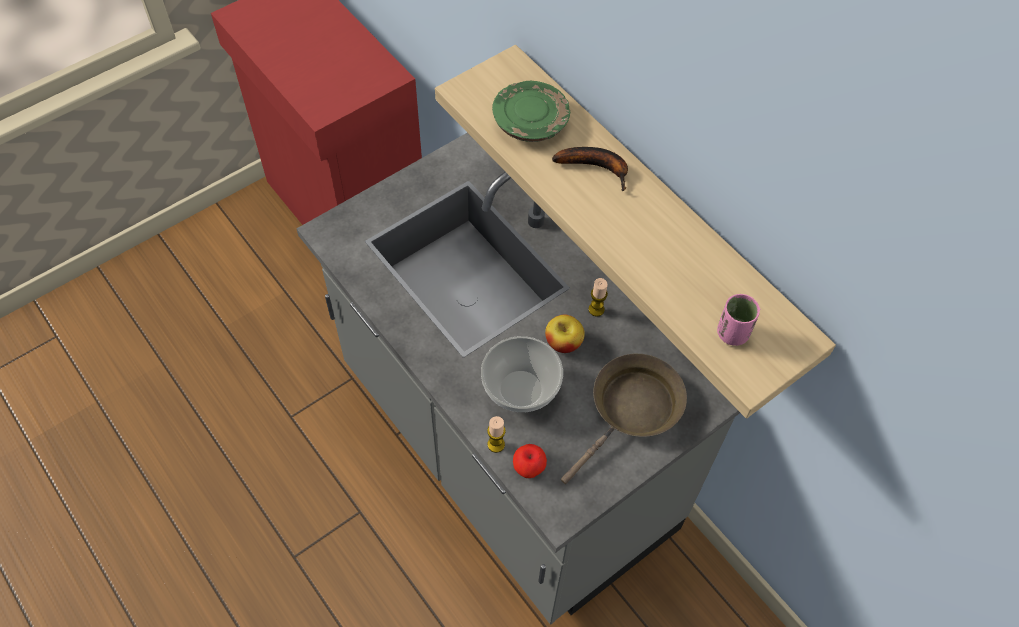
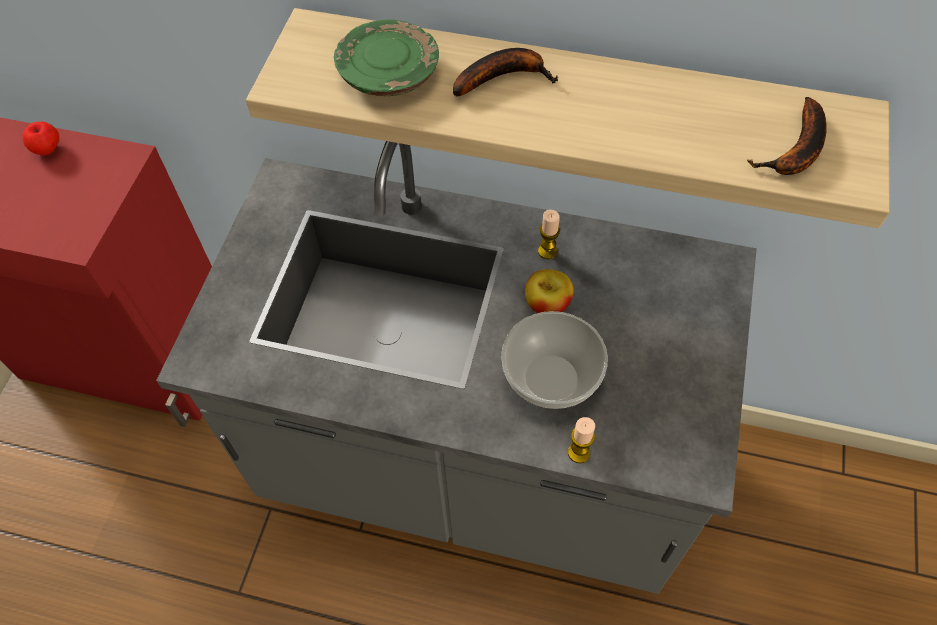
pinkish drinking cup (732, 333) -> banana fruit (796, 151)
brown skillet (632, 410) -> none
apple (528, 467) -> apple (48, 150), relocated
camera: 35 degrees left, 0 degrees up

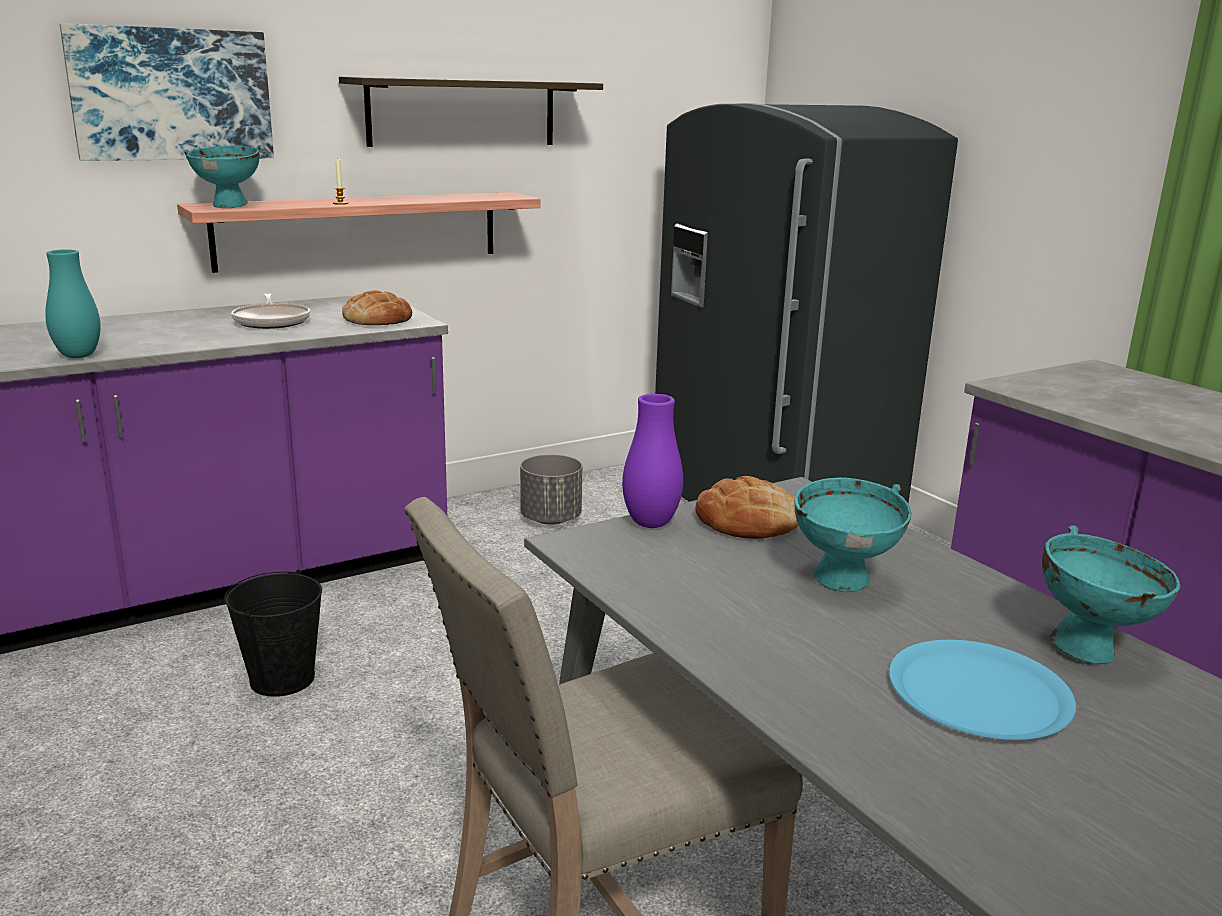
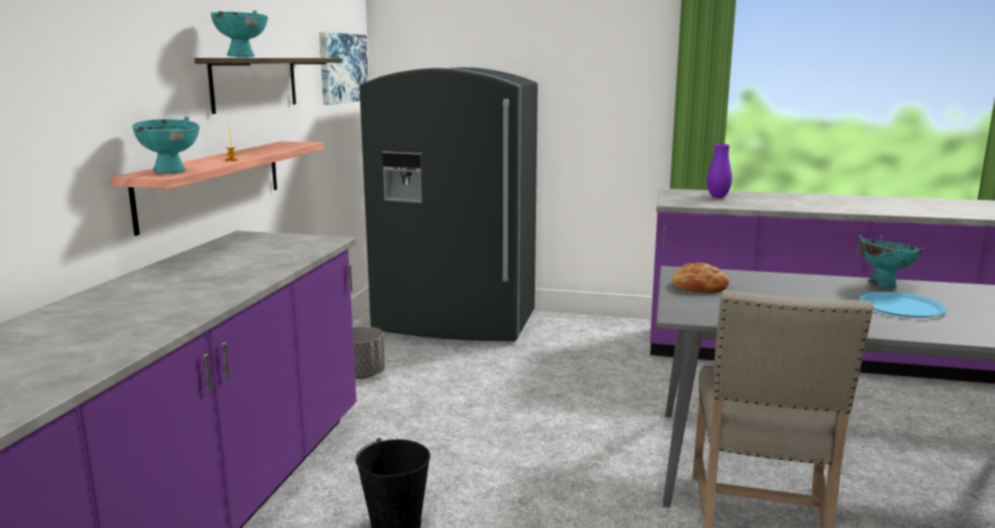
wall art (171, 94) -> wall art (342, 68), relocated
blue-green decorative vase (78, 356) -> none
bakery bread (377, 319) -> none
skillet (272, 321) -> none
purple decorative vase (650, 523) -> purple decorative vase (718, 197), relocated
blue-green deep dish (844, 583) -> blue-green deep dish (243, 57), relocated
camera: 45 degrees left, 5 degrees down

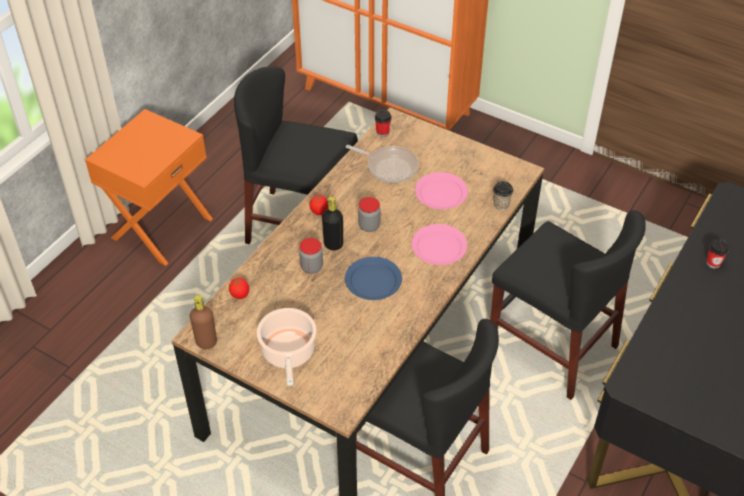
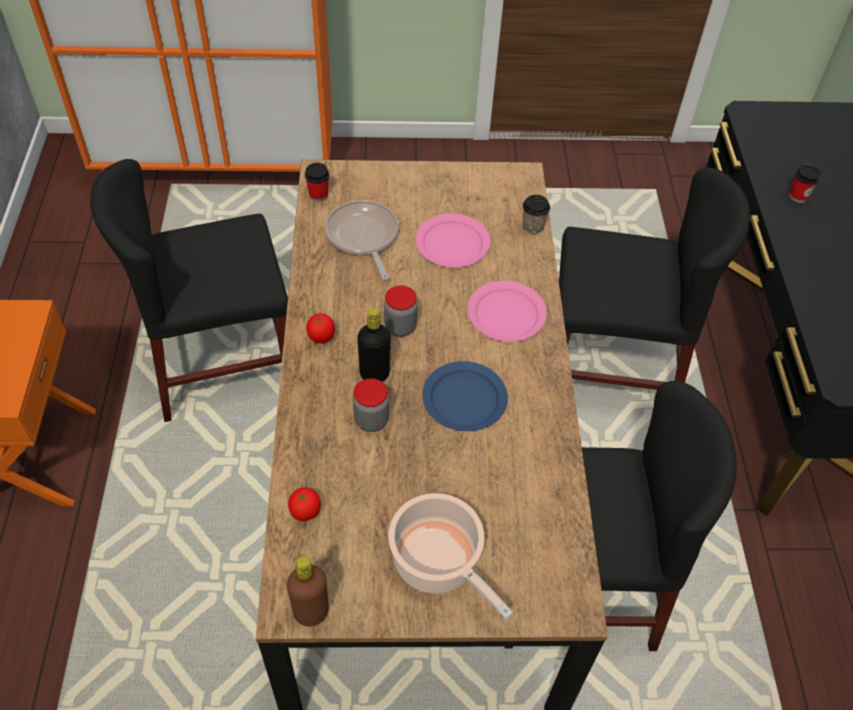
skillet (389, 167) -> skillet (363, 237), 105 degrees counterclockwise
camera: 35 degrees left, 5 degrees up

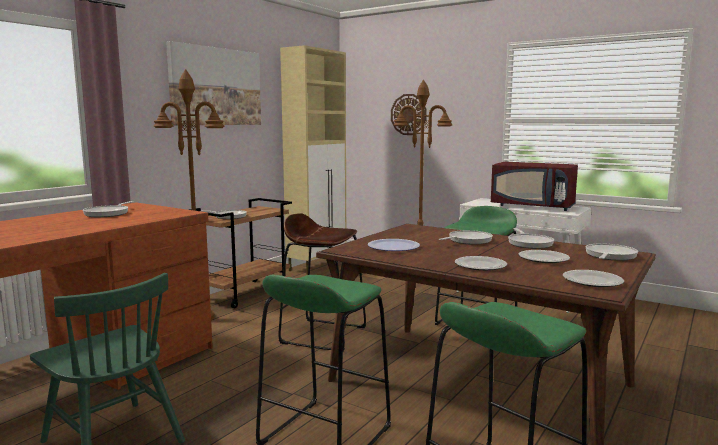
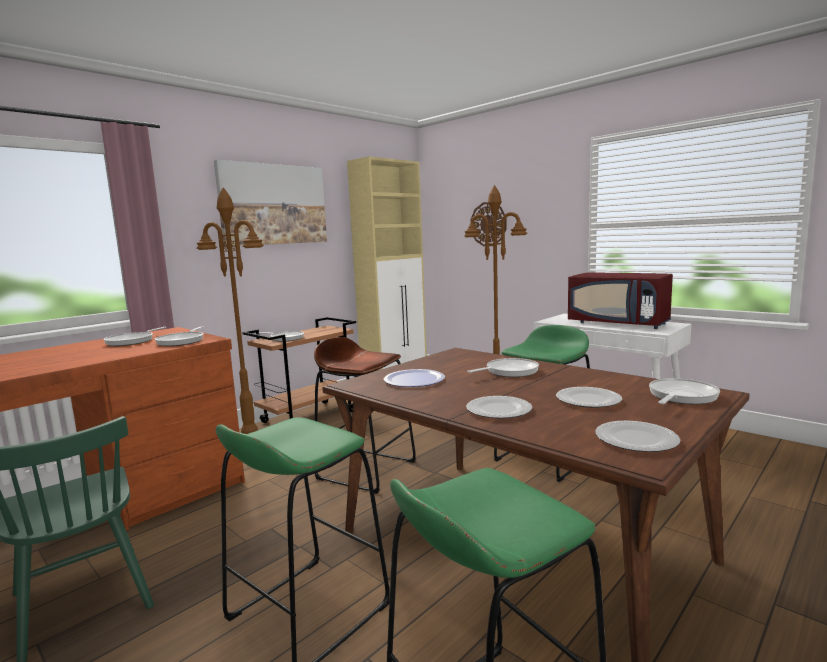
skillet (529, 243) -> skillet (182, 341), relocated
camera: 10 degrees right, 0 degrees up

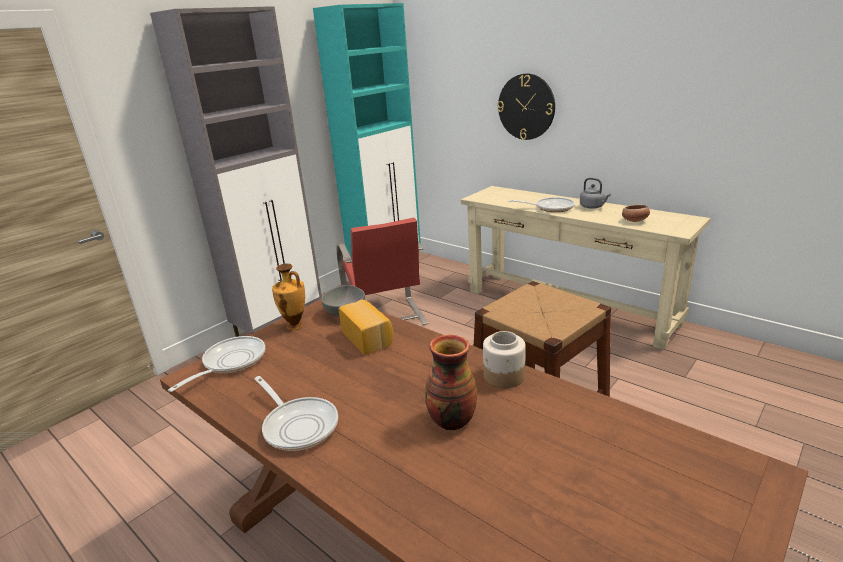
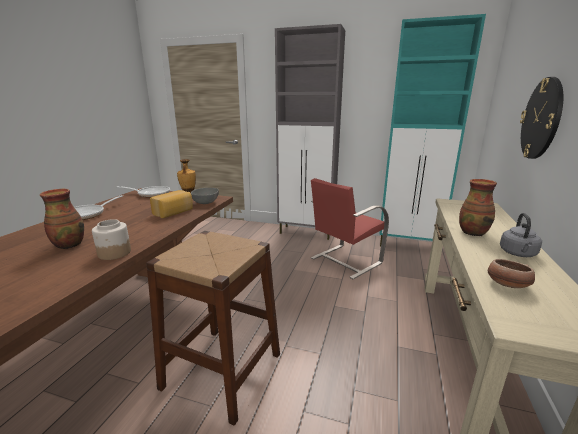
skillet (551, 208) -> decorative vase (473, 232)
camera: 65 degrees right, 5 degrees down

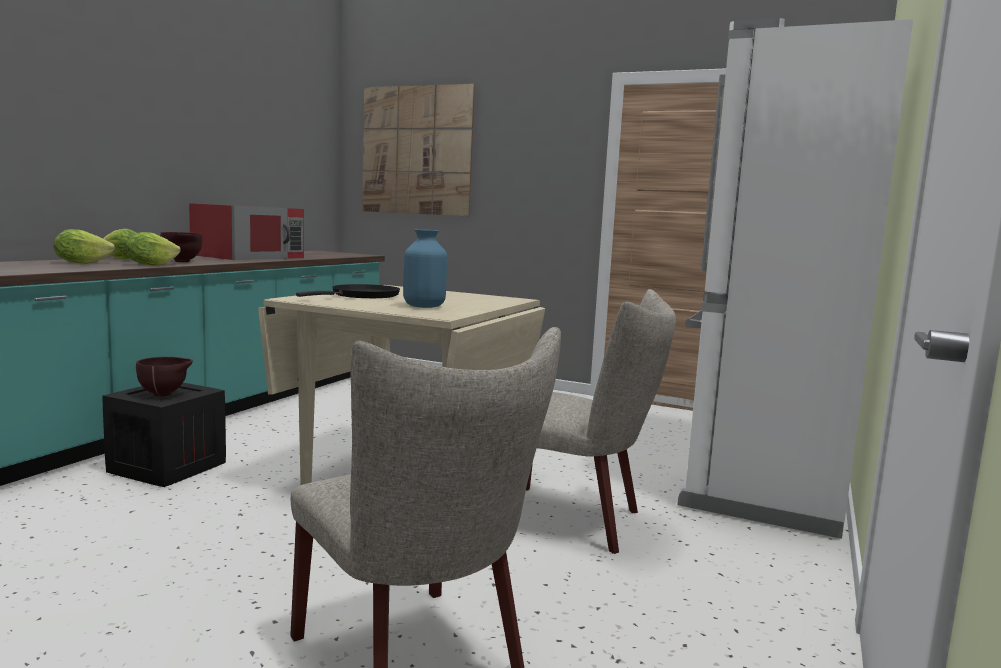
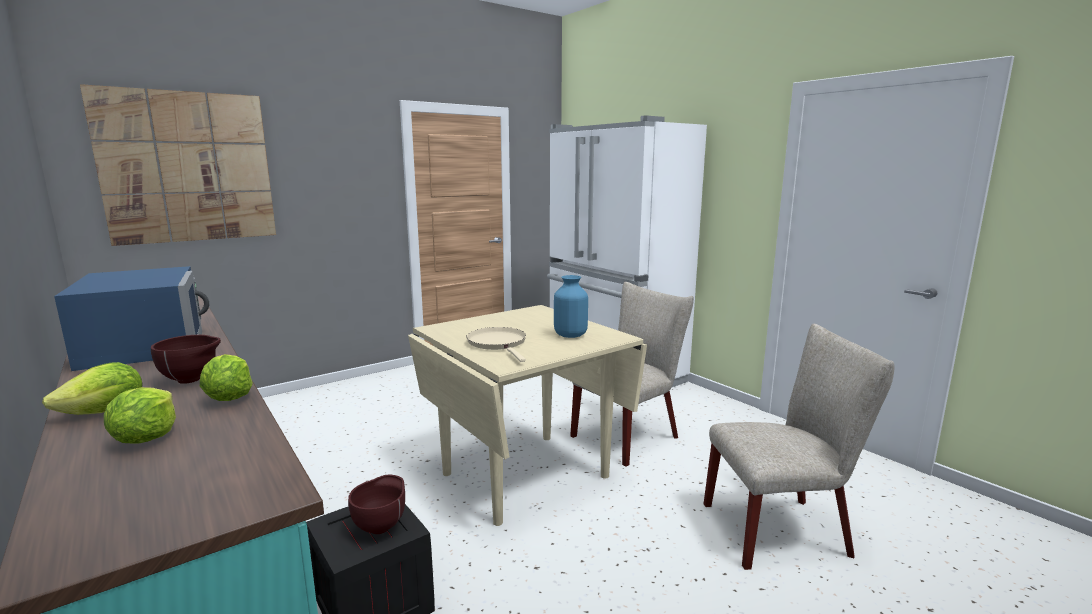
red-coloured microwave (250, 256) -> blue-coloured microwave (145, 345)
black-coloured skillet (362, 296) -> beige skillet (498, 343)
camera: 60 degrees left, 5 degrees up

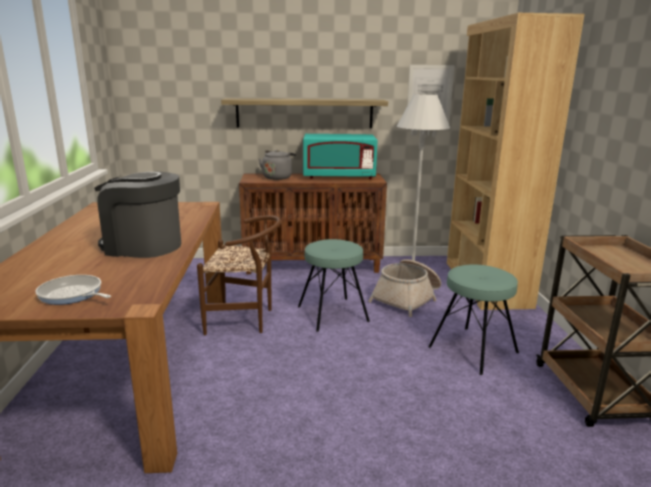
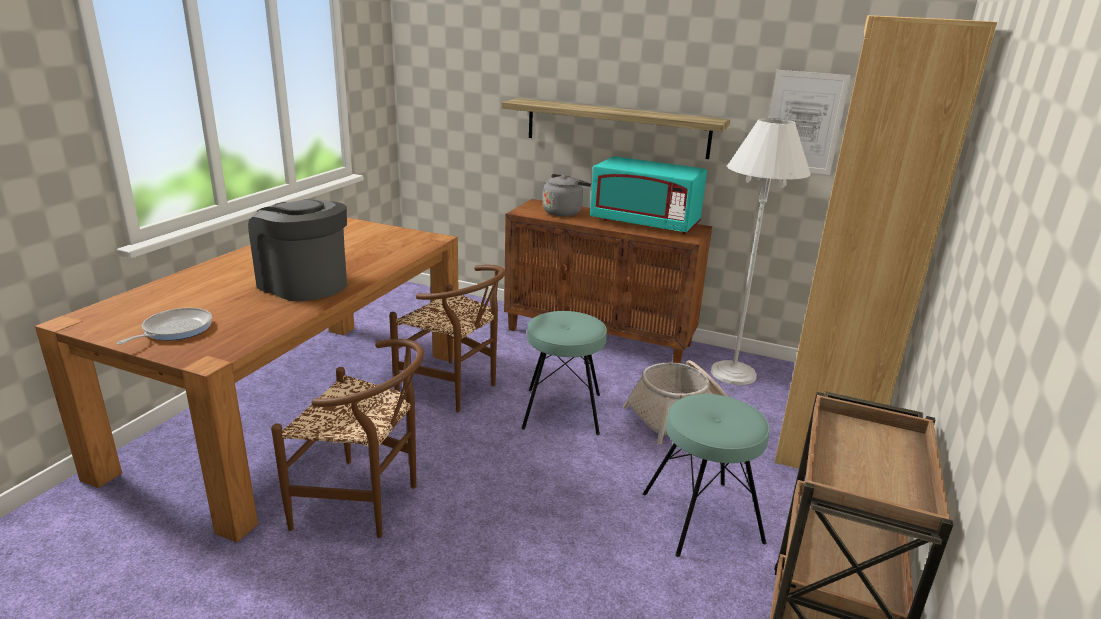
skillet (72, 294) -> skillet (174, 330), 60 degrees clockwise
none -> brown plain chair (367, 503)
camera: 25 degrees right, 5 degrees up

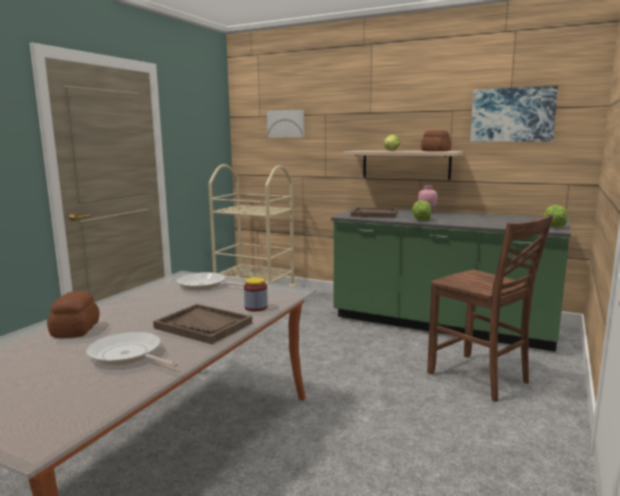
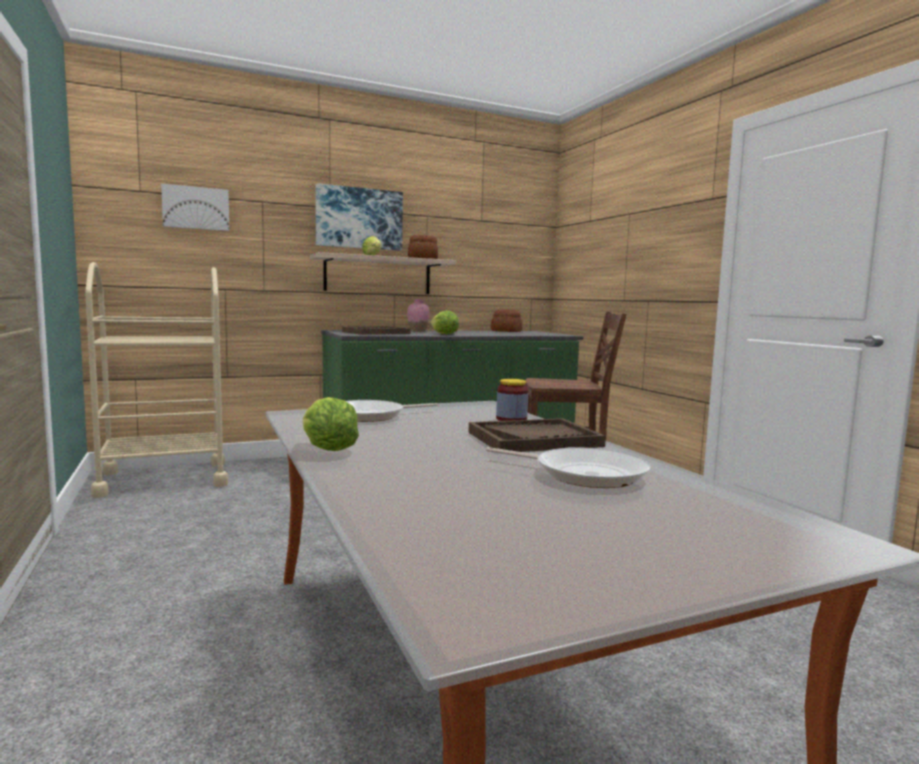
wall art (512, 115) -> wall art (359, 218), relocated
lettuce head (553, 226) -> lettuce head (328, 450), relocated
bakery bread (76, 329) -> bakery bread (506, 331), relocated
skillet (128, 355) -> skillet (583, 474), 135 degrees counterclockwise
camera: 50 degrees left, 5 degrees down

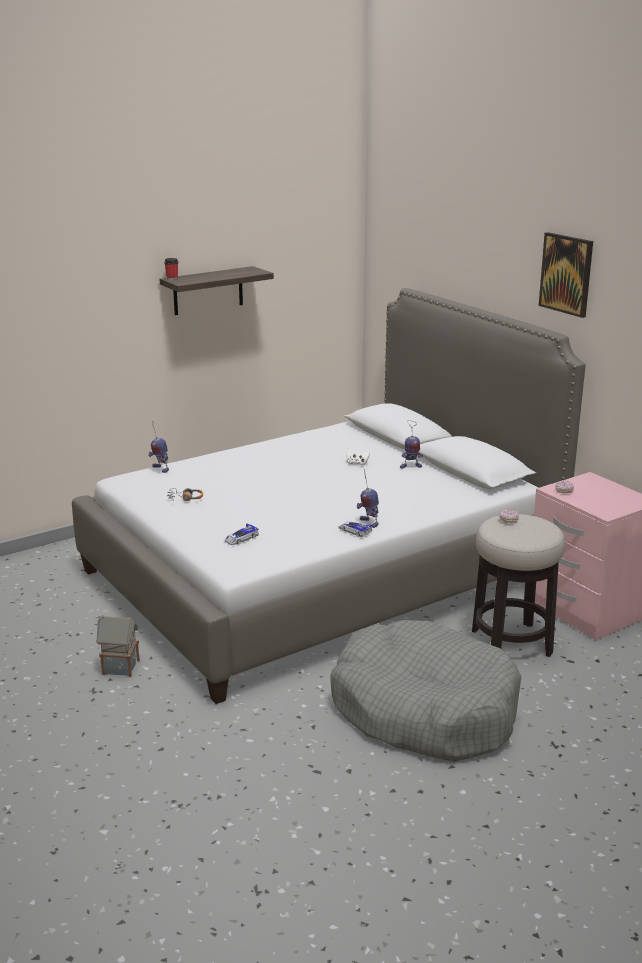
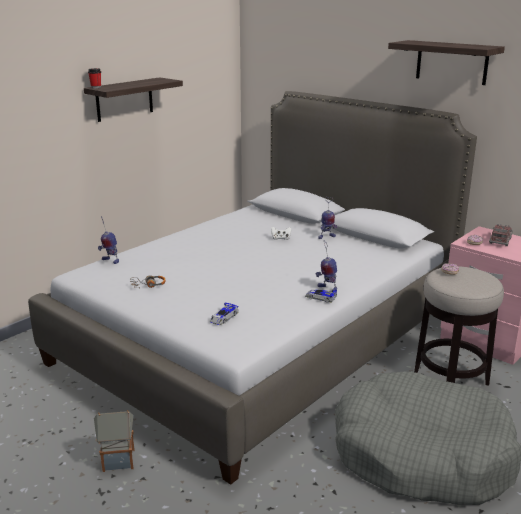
wall art (566, 274) -> bracket shelf (451, 62)
none -> toy lorry (500, 241)
camera: 15 degrees left, 0 degrees up

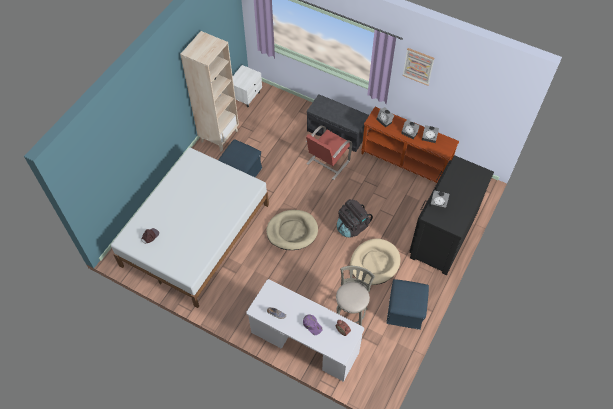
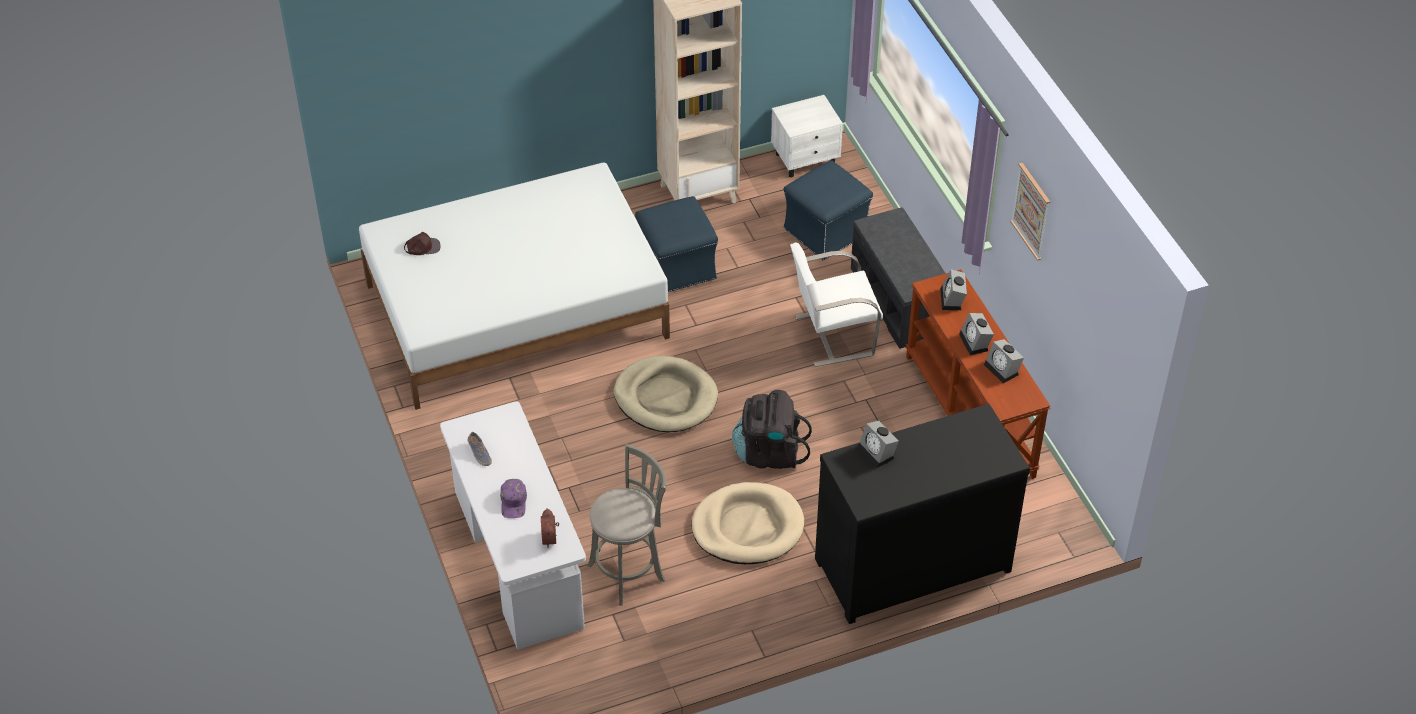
red-coloured plain chair (327, 163) -> whitish plain chair (832, 335)
blue-coloured pouffe (405, 311) -> blue-coloured pouffe (825, 231), relocated
camera: 40 degrees right, 10 degrees down

